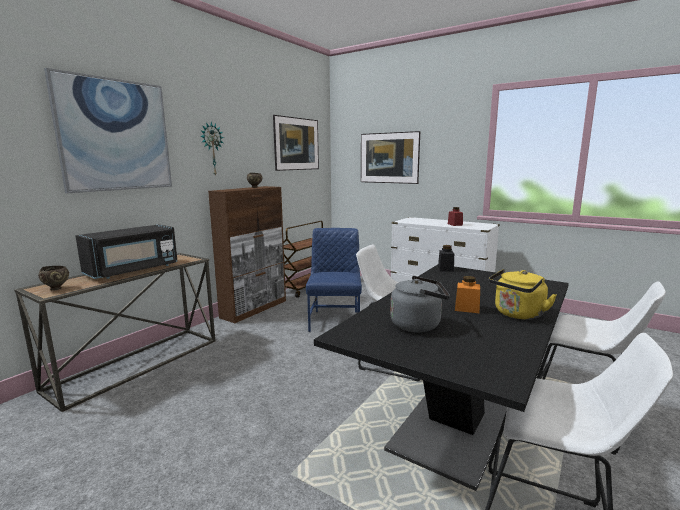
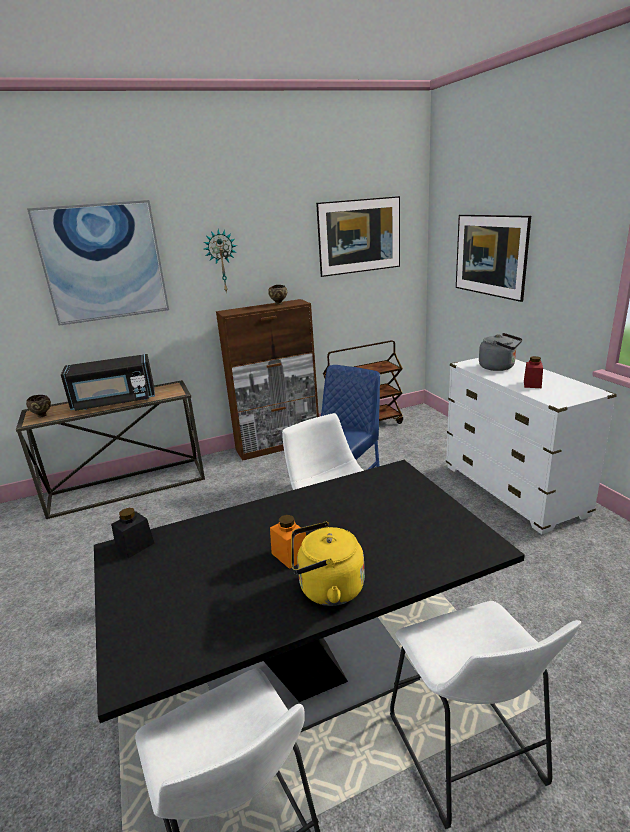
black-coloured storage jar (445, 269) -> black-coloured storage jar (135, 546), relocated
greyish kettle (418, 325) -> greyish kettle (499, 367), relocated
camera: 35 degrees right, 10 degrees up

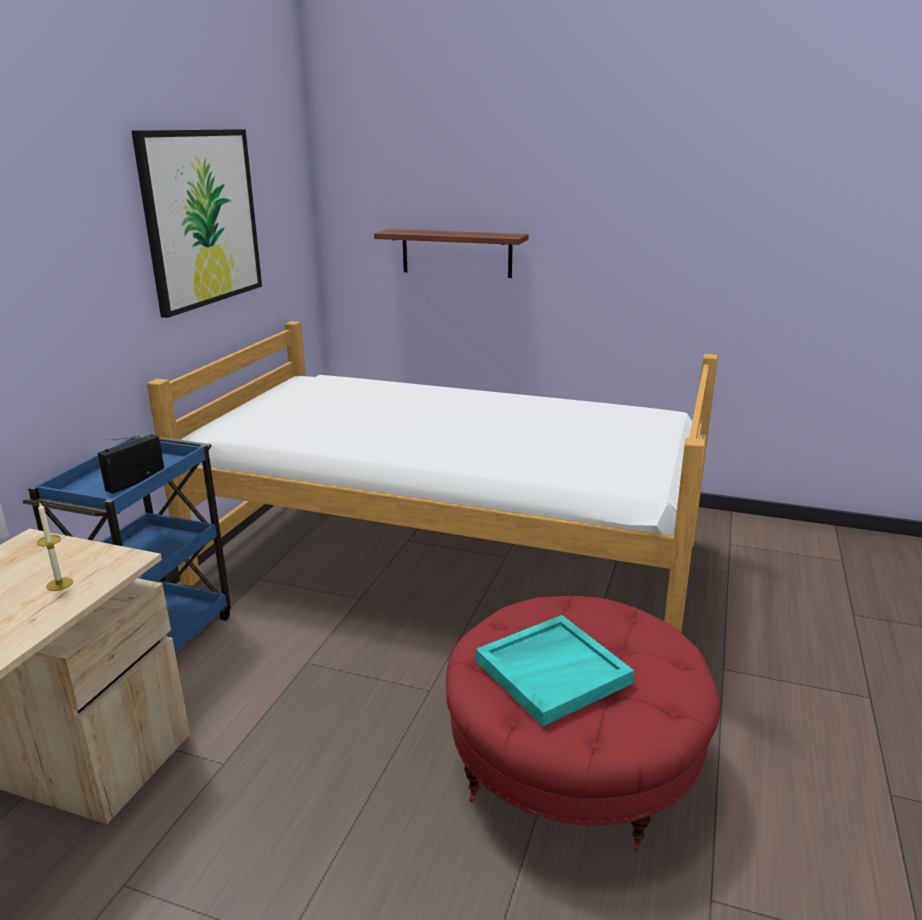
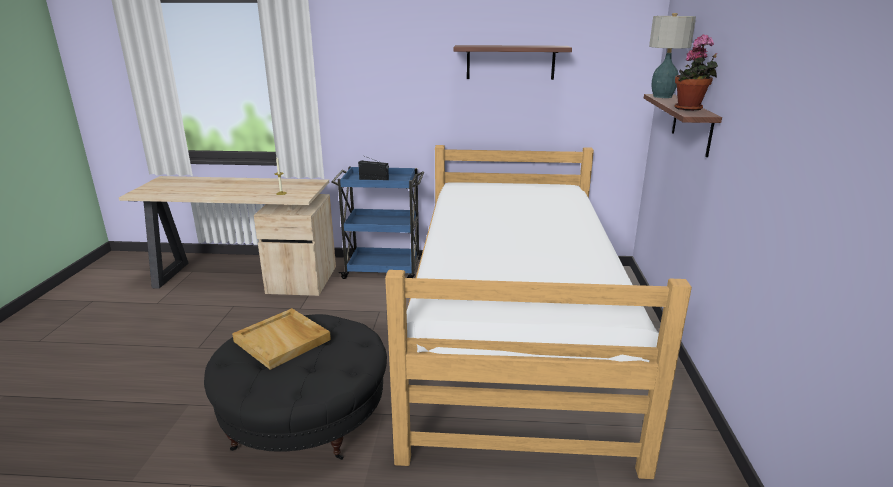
wall art (201, 218) -> bracket shelf (510, 62)
red-coloured pouffe (573, 762) -> black-coloured pouffe (305, 418)
blue-green tray (552, 671) -> beige tray (283, 340)
none -> tabletop lamp (662, 96)
none -> plant in a pot (690, 109)
camera: 75 degrees right, 0 degrees up

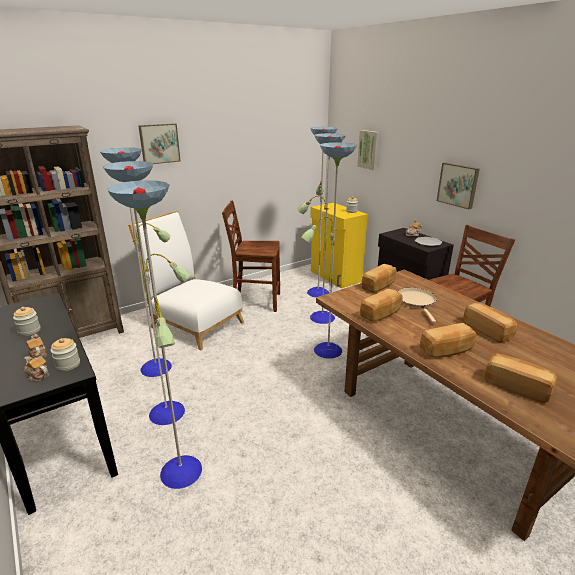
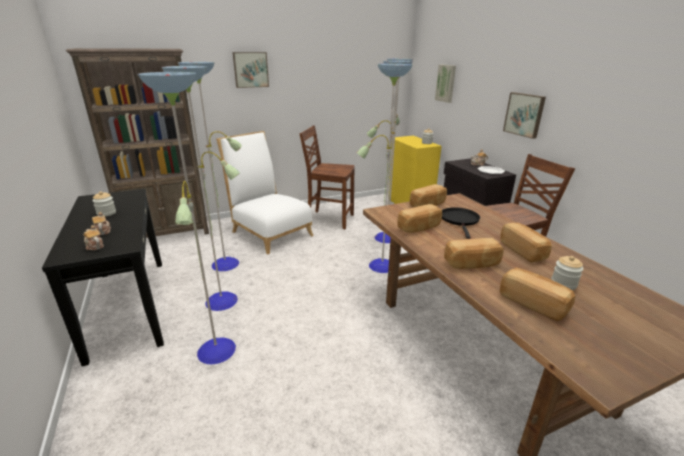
beige skillet (417, 302) -> black-coloured skillet (460, 220)
storage jar (68, 365) -> storage jar (563, 284), relocated
camera: 10 degrees right, 0 degrees up

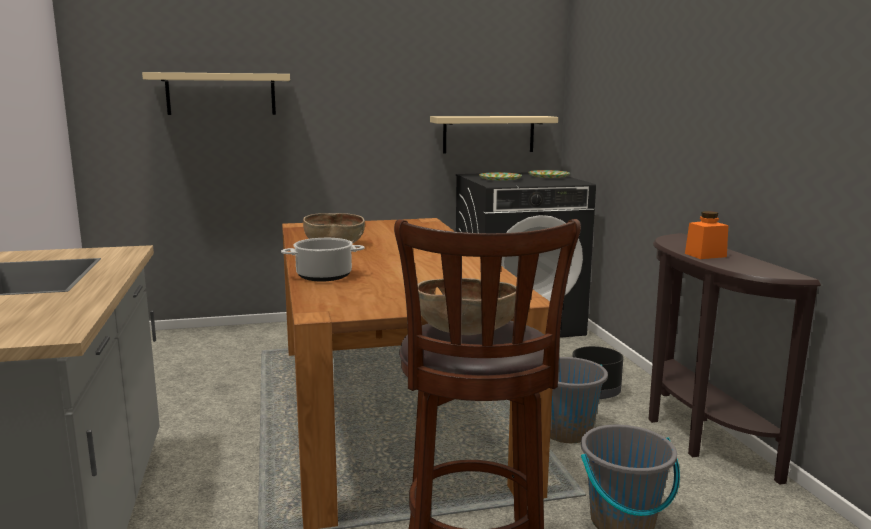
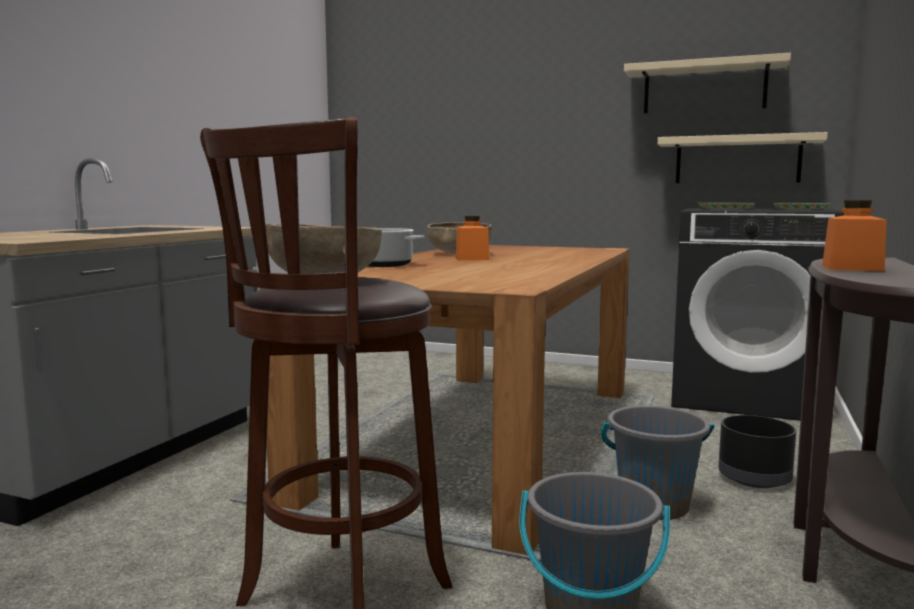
beige bracket shelf (221, 94) -> beige bracket shelf (704, 88), relocated
none -> orange-coloured storage jar (472, 259)
camera: 35 degrees right, 5 degrees down

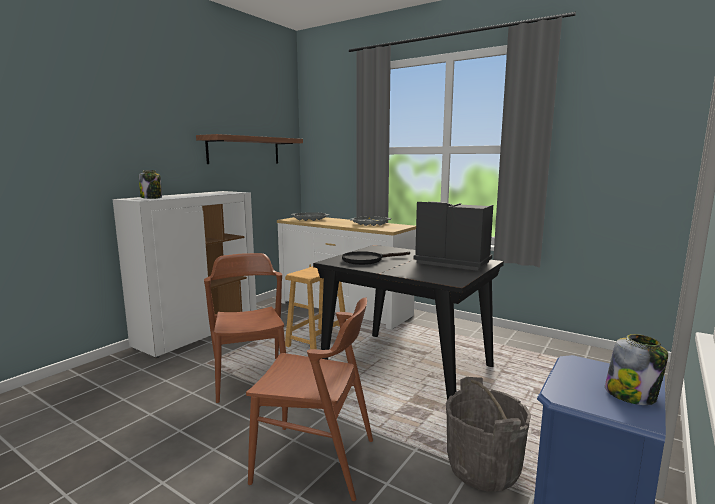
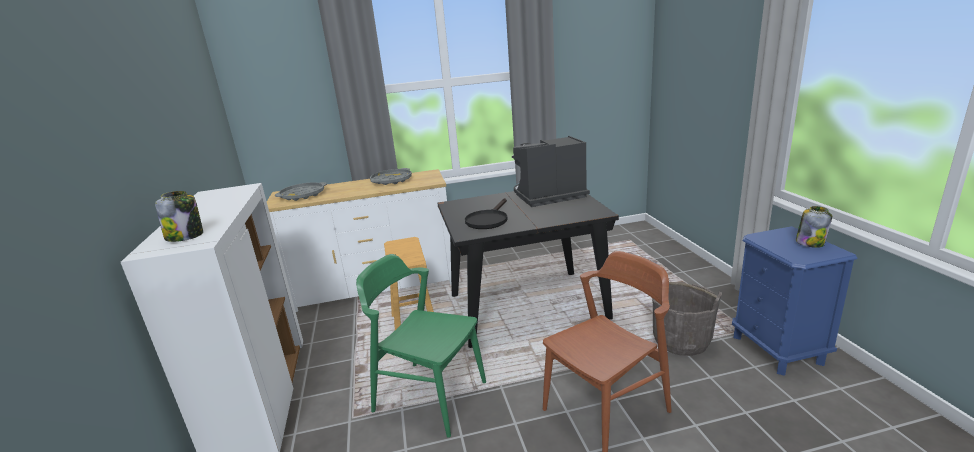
bracket shelf (244, 150) -> none
brown plain chair (250, 378) -> green plain chair (429, 397)
camera: 45 degrees left, 10 degrees up

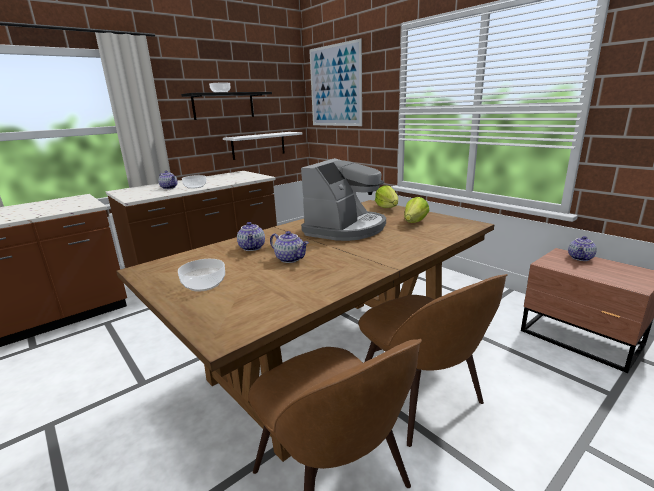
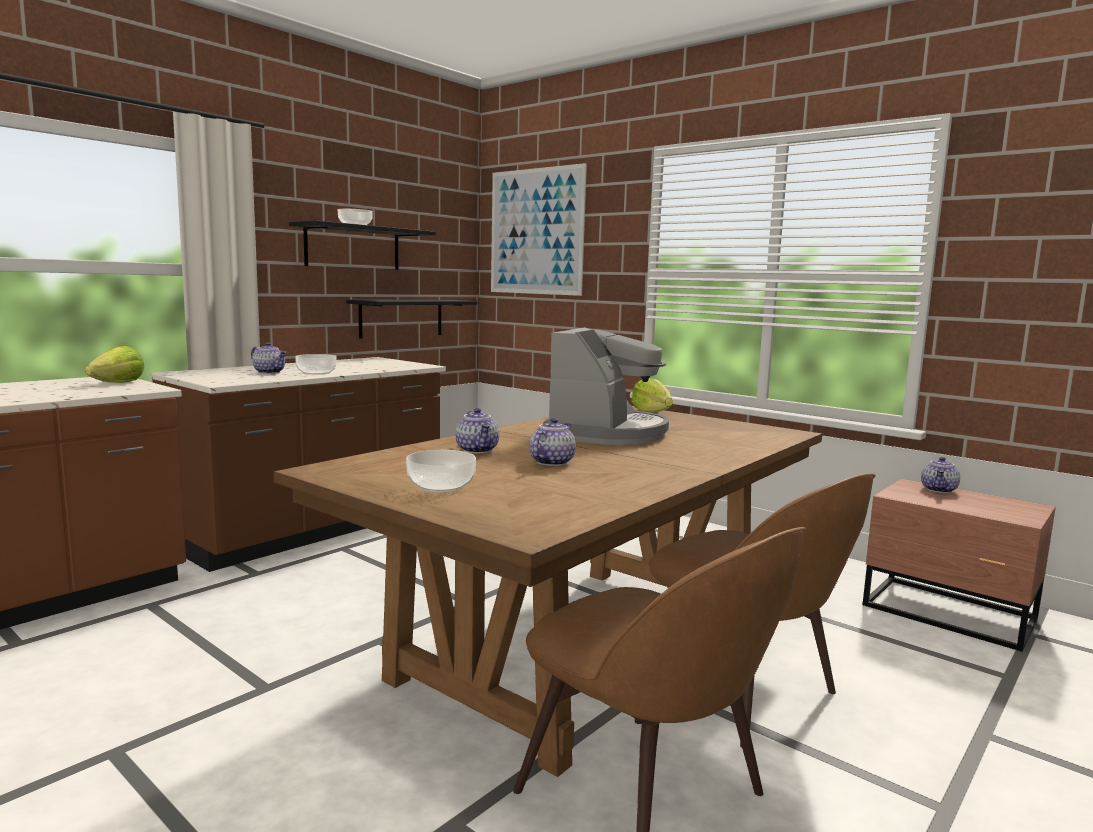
whitish bracket shelf (258, 145) -> black-coloured bracket shelf (401, 318)
lettuce head (414, 222) -> lettuce head (118, 383), relocated
pot for tea (290, 259) -> pot for tea (551, 462), 90 degrees counterclockwise
camera: 10 degrees left, 10 degrees down

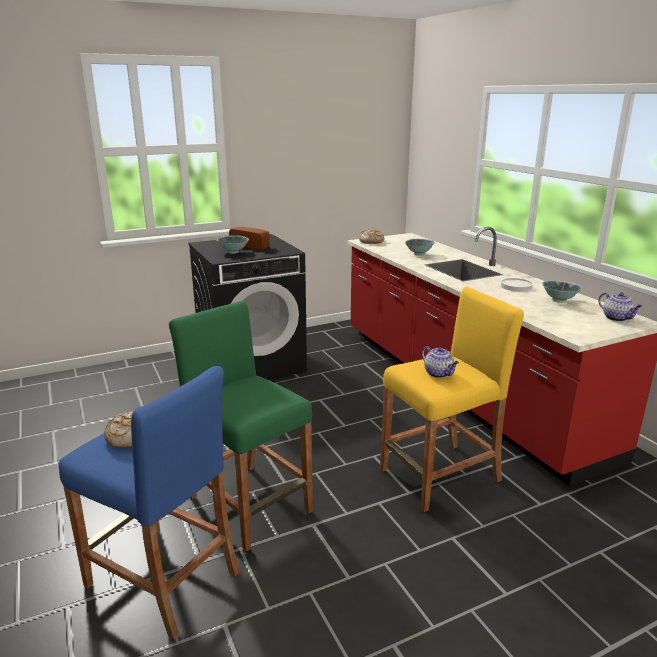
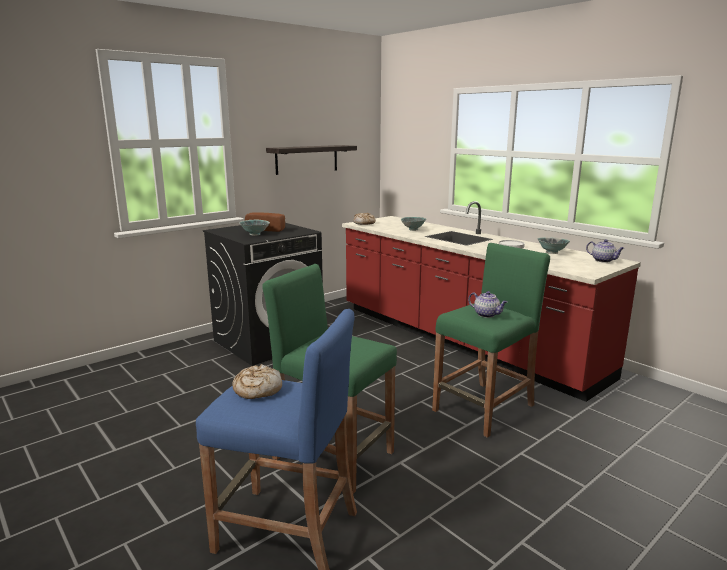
yellow stool seat (440, 475) -> green stool seat (484, 408)
none -> bracket shelf (307, 159)
camera: 15 degrees left, 5 degrees down

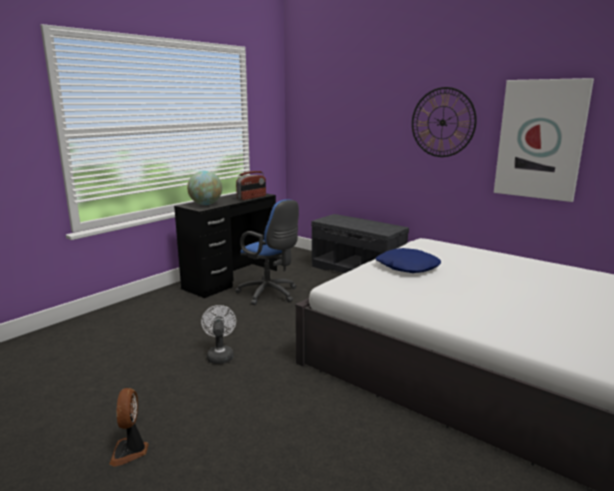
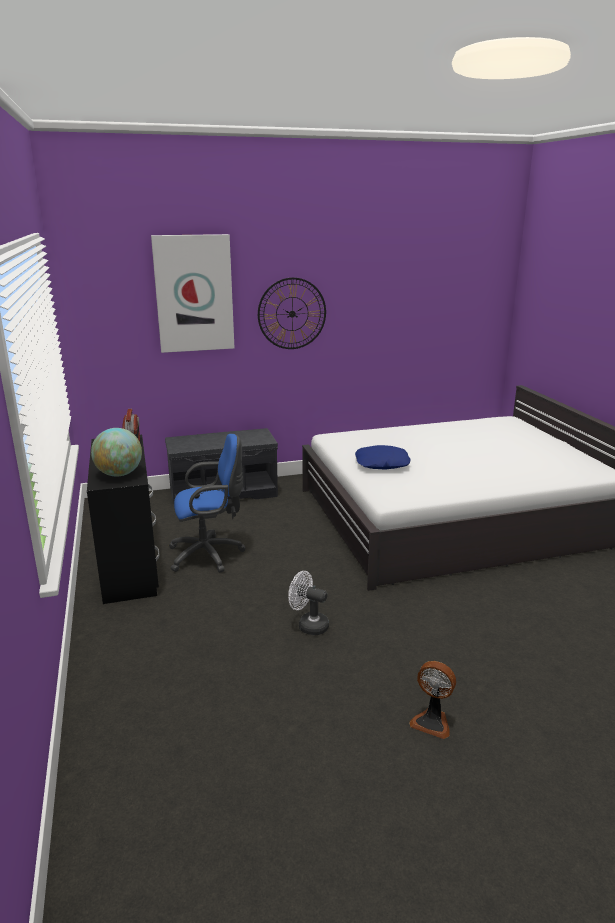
wall art (540, 140) -> wall art (194, 294), relocated
camera: 55 degrees left, 5 degrees up

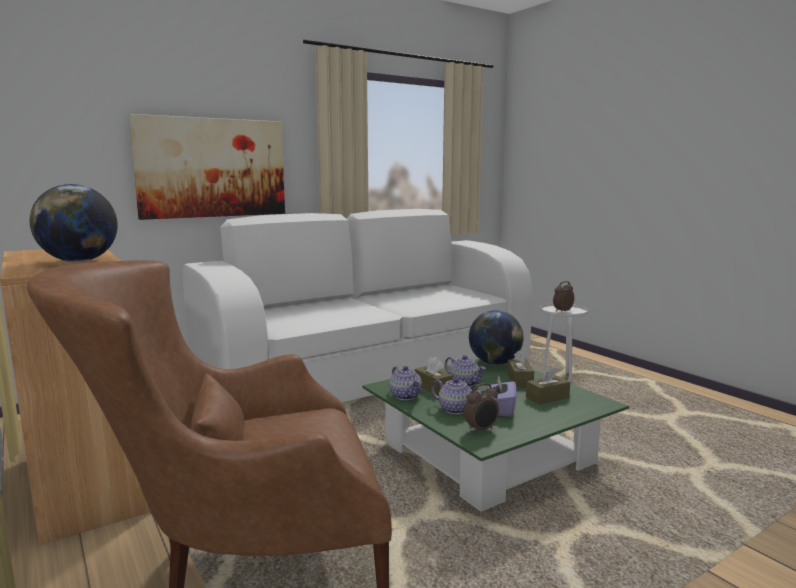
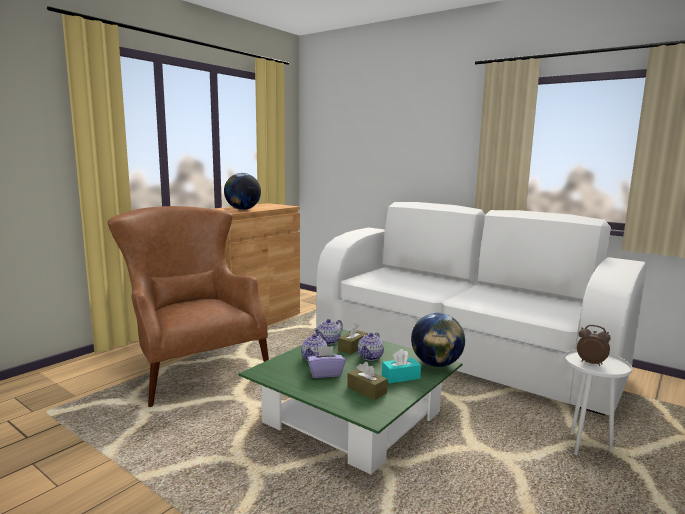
wall art (212, 168) -> none
brown box of tissues (520, 380) -> blue-green box of tissues (400, 377)
table clock (481, 429) -> none
camera: 70 degrees right, 0 degrees up

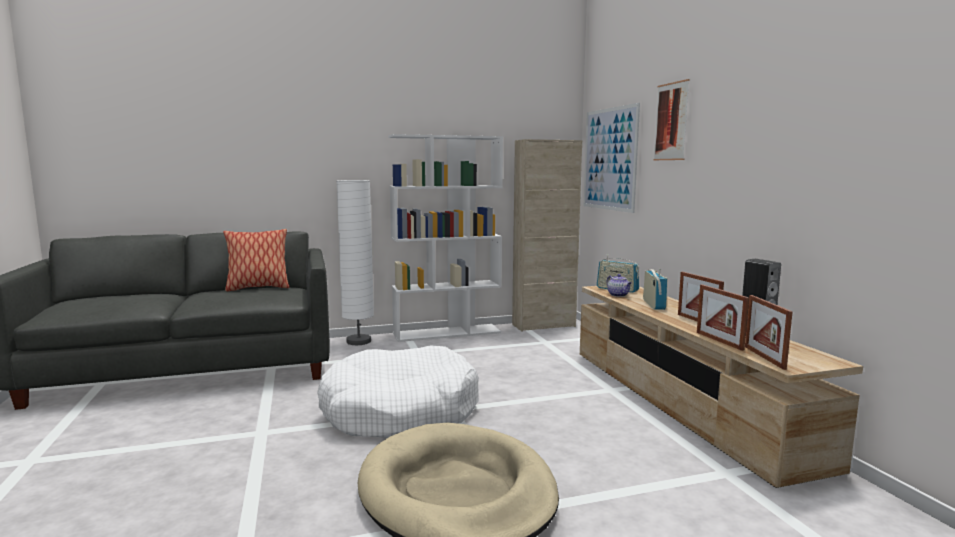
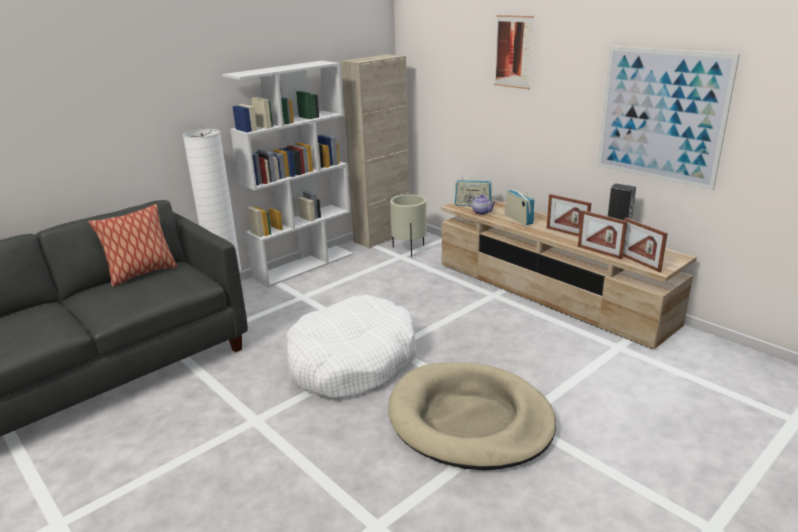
wall art (609, 159) -> wall art (661, 116), relocated
none -> beige plant pot (409, 249)
camera: 25 degrees left, 15 degrees up

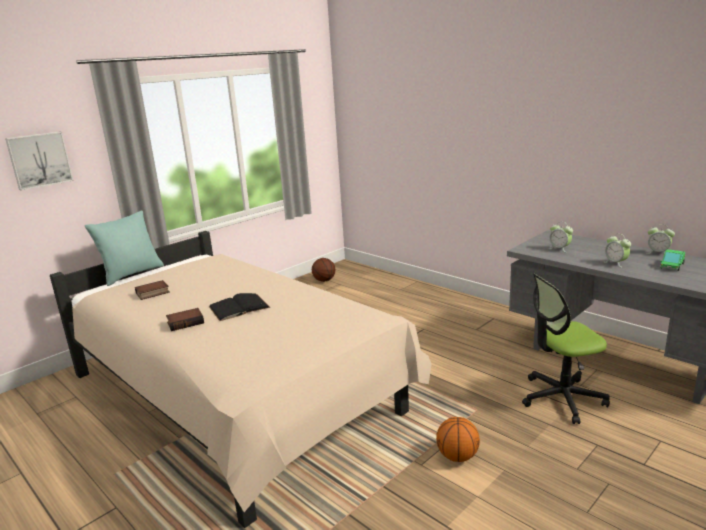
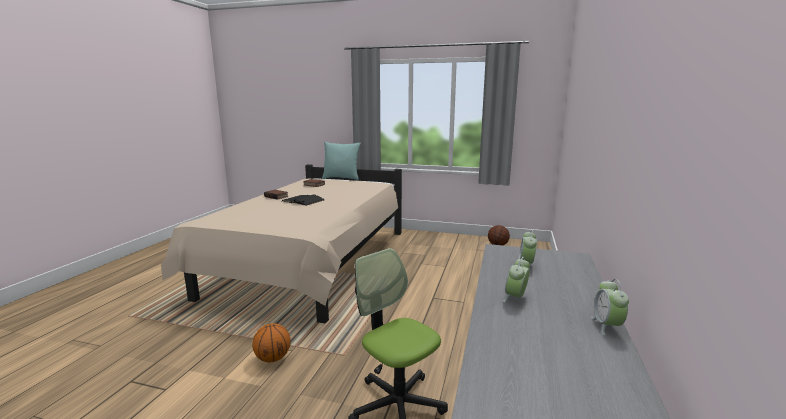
wall art (39, 160) -> none
toy lorry (672, 265) -> none
camera: 60 degrees right, 5 degrees down

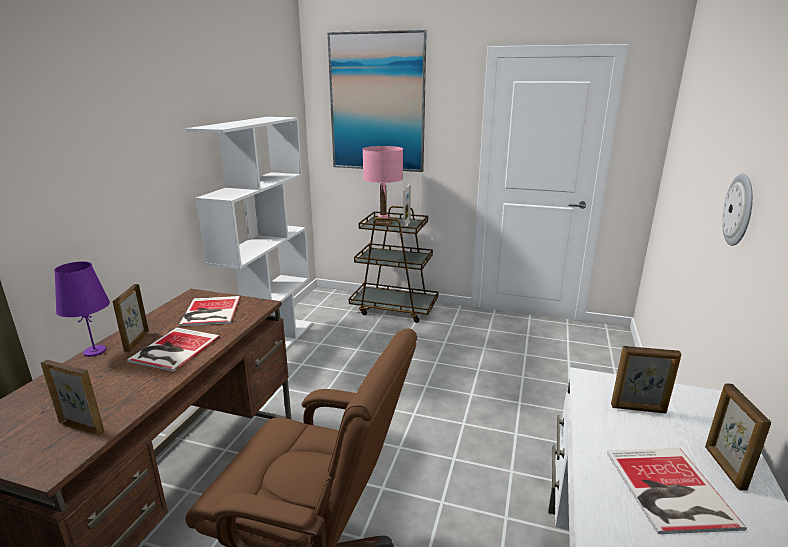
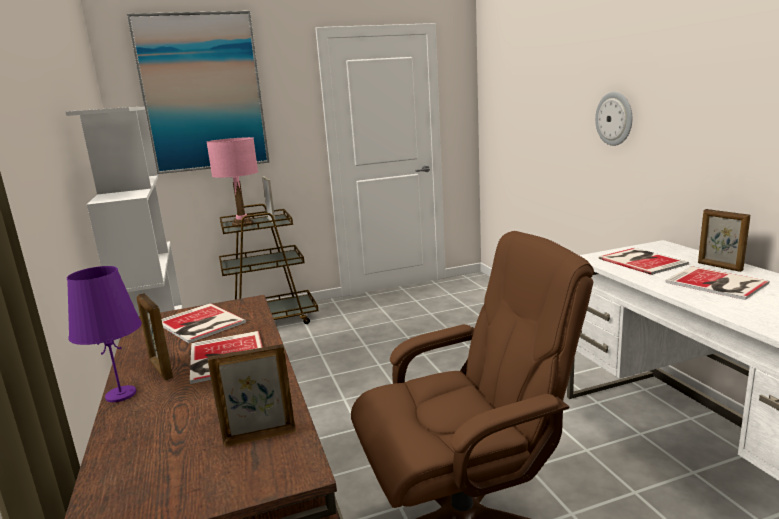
standing frame (638, 409) -> book (641, 260)
camera: 35 degrees left, 5 degrees down

